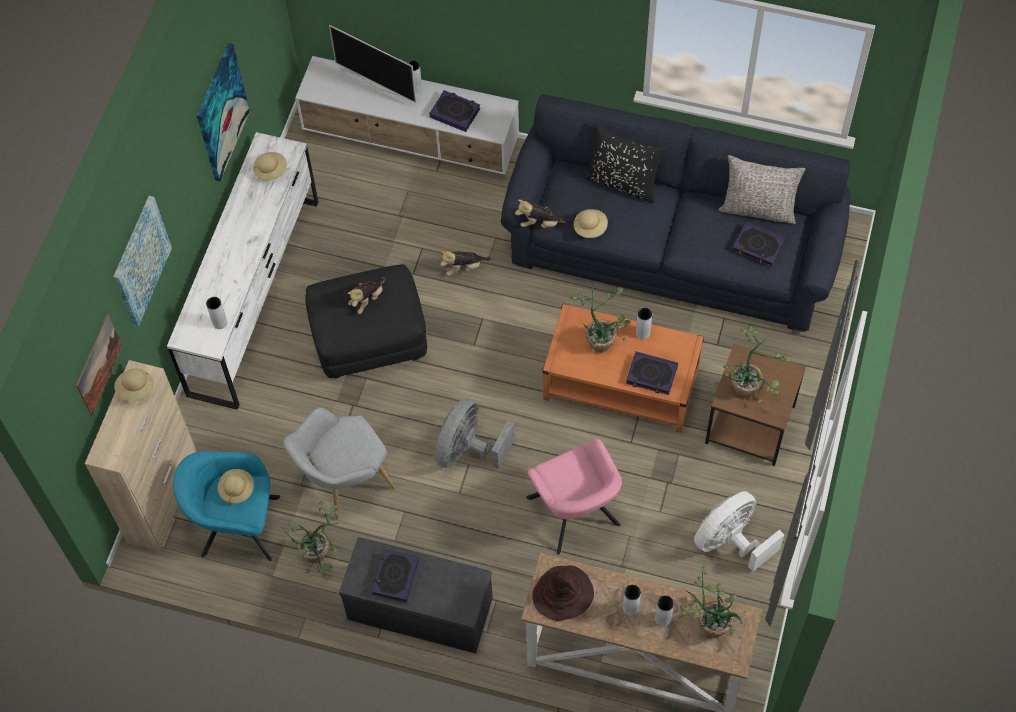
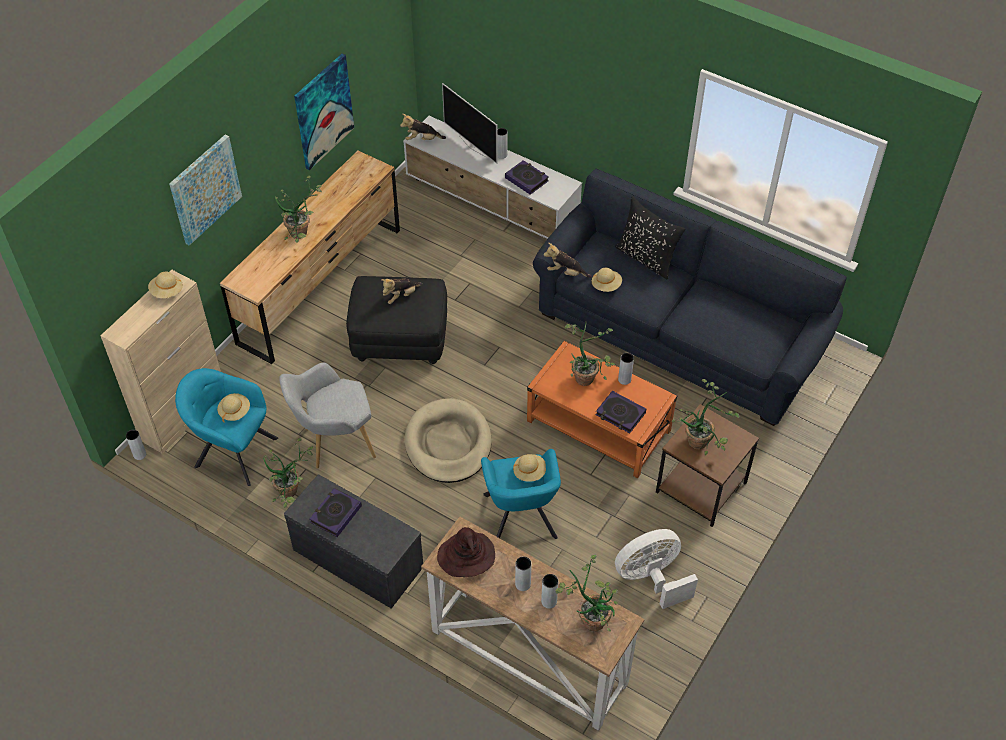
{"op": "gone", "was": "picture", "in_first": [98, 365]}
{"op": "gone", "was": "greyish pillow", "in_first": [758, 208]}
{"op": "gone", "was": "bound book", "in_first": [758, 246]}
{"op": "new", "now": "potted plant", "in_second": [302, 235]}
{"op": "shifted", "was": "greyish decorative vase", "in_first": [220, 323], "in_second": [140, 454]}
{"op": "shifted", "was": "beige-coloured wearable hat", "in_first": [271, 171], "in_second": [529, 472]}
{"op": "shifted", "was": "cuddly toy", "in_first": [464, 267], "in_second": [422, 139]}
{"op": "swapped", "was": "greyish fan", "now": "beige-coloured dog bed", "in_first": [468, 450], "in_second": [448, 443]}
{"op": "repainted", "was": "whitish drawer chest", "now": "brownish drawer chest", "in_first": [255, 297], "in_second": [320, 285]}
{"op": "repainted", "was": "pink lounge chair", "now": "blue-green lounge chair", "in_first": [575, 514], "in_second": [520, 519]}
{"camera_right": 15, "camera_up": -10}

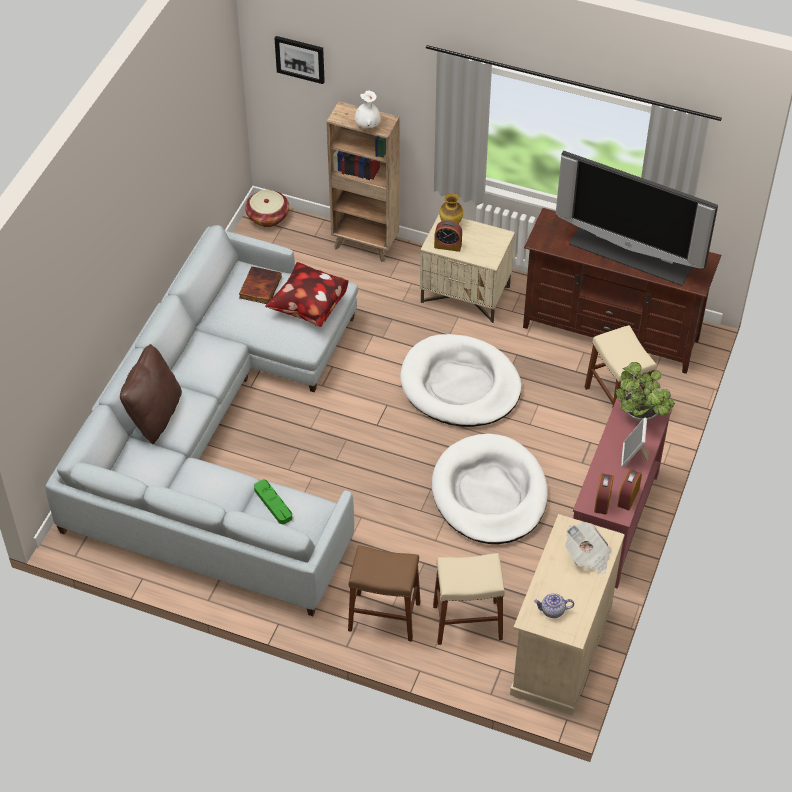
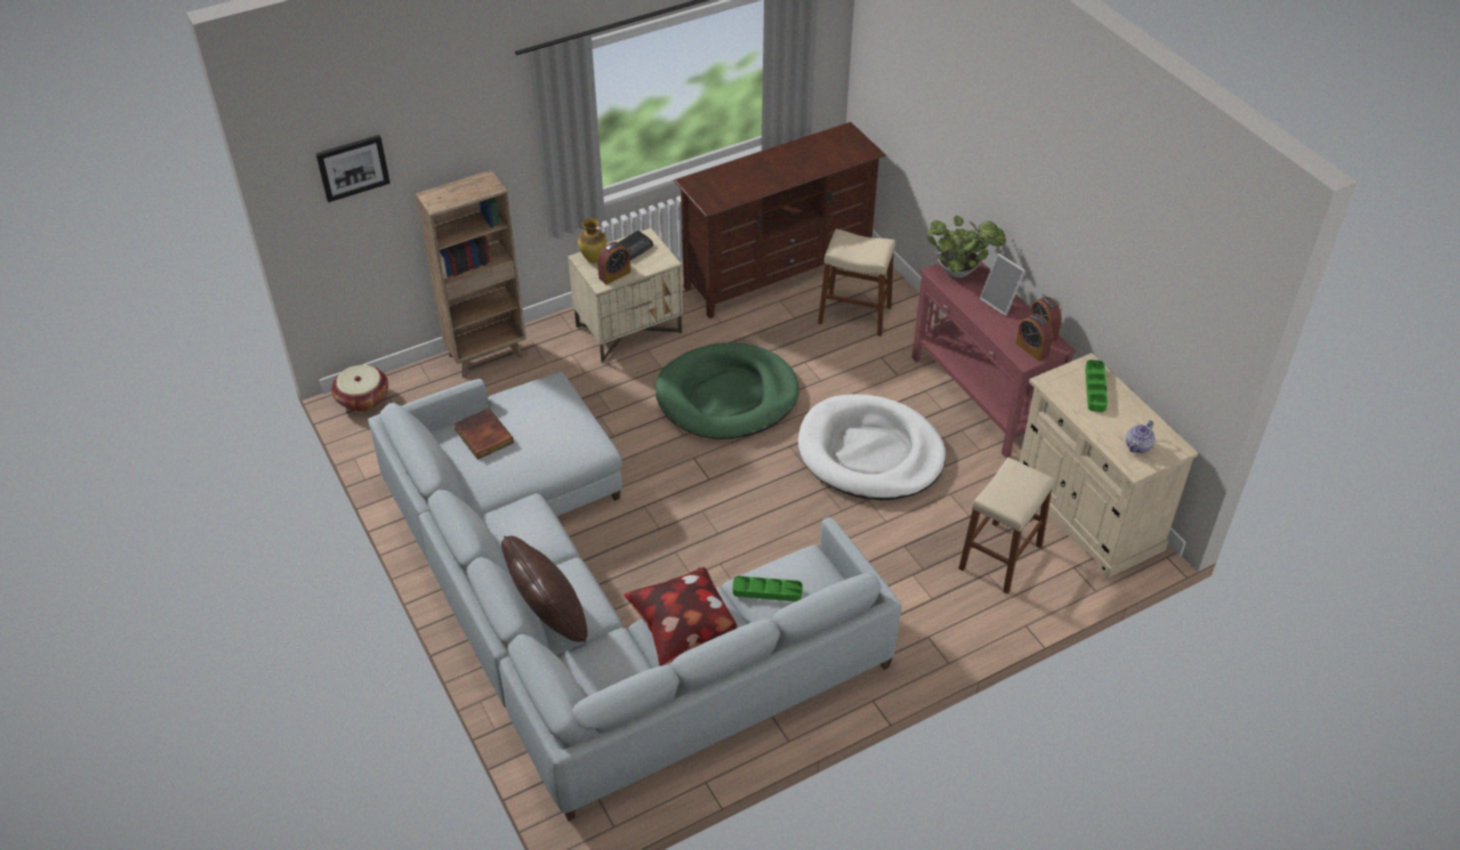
{"op": "gone", "was": "brownish stool seat", "in_first": [384, 616]}
{"op": "gone", "was": "whitish decorative vase", "in_first": [367, 126]}
{"op": "gone", "was": "TV", "in_first": [632, 252]}
{"op": "new", "now": "radio", "in_second": [634, 248]}
{"op": "shifted", "was": "pillow", "in_first": [308, 307], "in_second": [682, 633]}
{"op": "swapped", "was": "printed paper", "now": "green-coloured serving tray", "in_first": [587, 556], "in_second": [1095, 388]}
{"op": "repainted", "was": "whitish dog bed", "now": "green-coloured dog bed", "in_first": [460, 385], "in_second": [727, 396]}
{"camera_right": -50, "camera_up": -5}

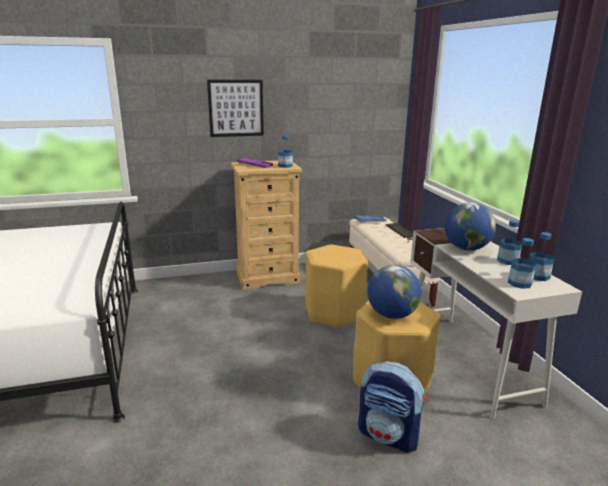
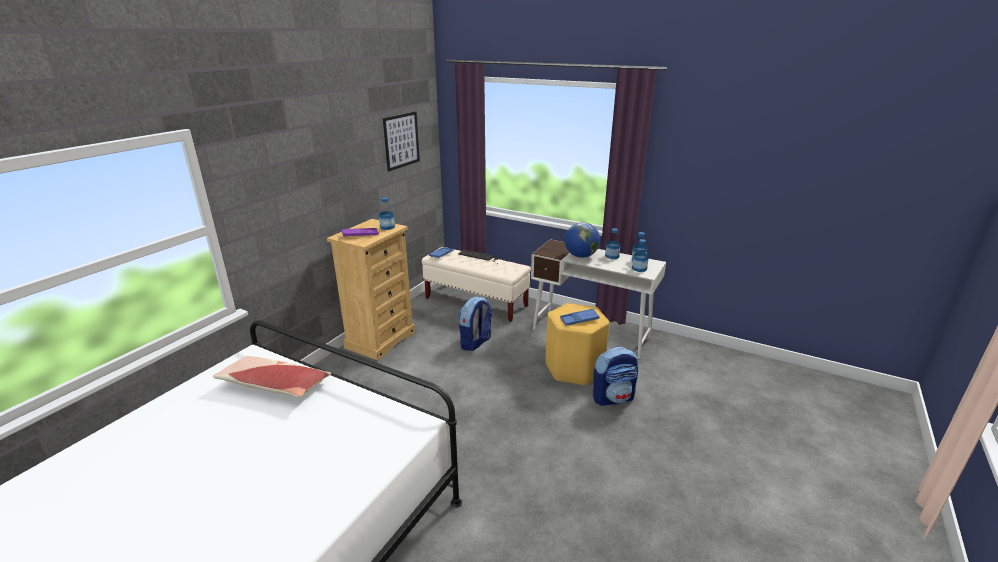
{"op": "new", "now": "pillow", "in_second": [274, 385]}
{"op": "shifted", "was": "picture", "in_first": [236, 108], "in_second": [401, 140]}
{"op": "swapped", "was": "yellow-coloured stool seat", "now": "backpack", "in_first": [333, 313], "in_second": [476, 343]}
{"op": "swapped", "was": "desk globe", "now": "blue-coloured serving tray", "in_first": [392, 315], "in_second": [579, 320]}
{"camera_right": -45, "camera_up": 5}

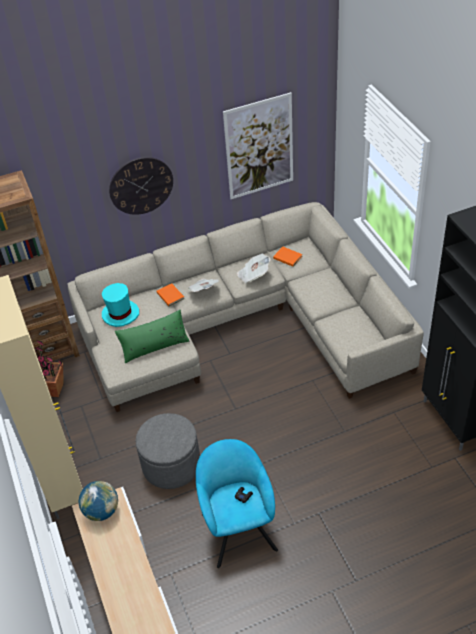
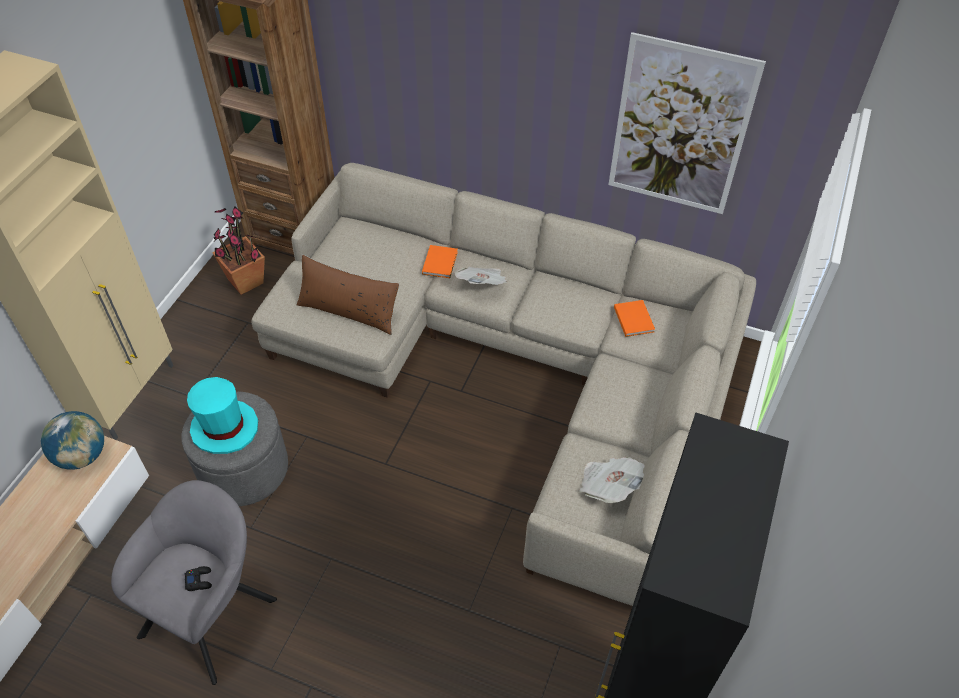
{"op": "gone", "was": "hanging clock", "in_first": [141, 185]}
{"op": "shifted", "was": "blue-green wearable hat", "in_first": [120, 314], "in_second": [224, 428]}
{"op": "shifted", "was": "printed paper", "in_first": [253, 275], "in_second": [608, 486]}
{"op": "repainted", "was": "green-coloured pillow", "now": "brownish pillow", "in_first": [154, 346], "in_second": [349, 310]}
{"op": "repainted", "was": "blue-green lounge chair", "now": "greyish lounge chair", "in_first": [238, 527], "in_second": [213, 611]}
{"camera_right": 40, "camera_up": 5}

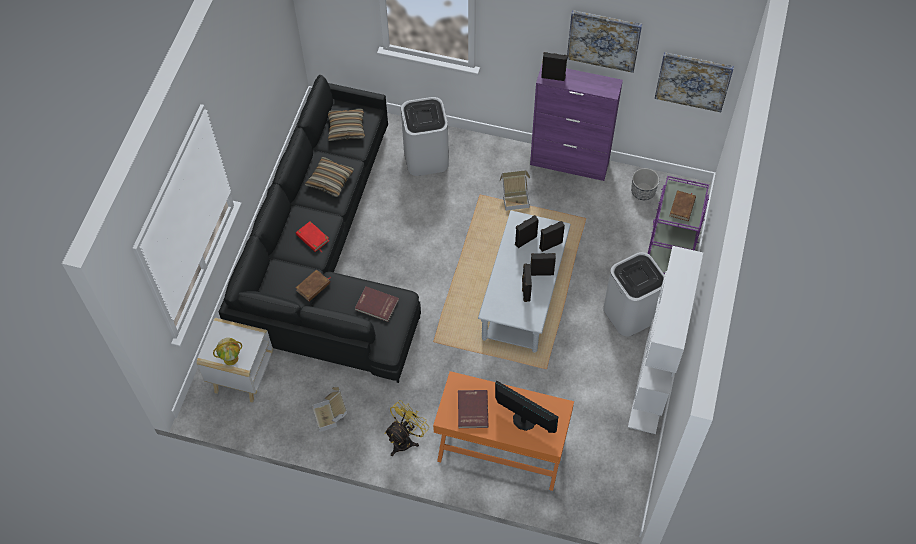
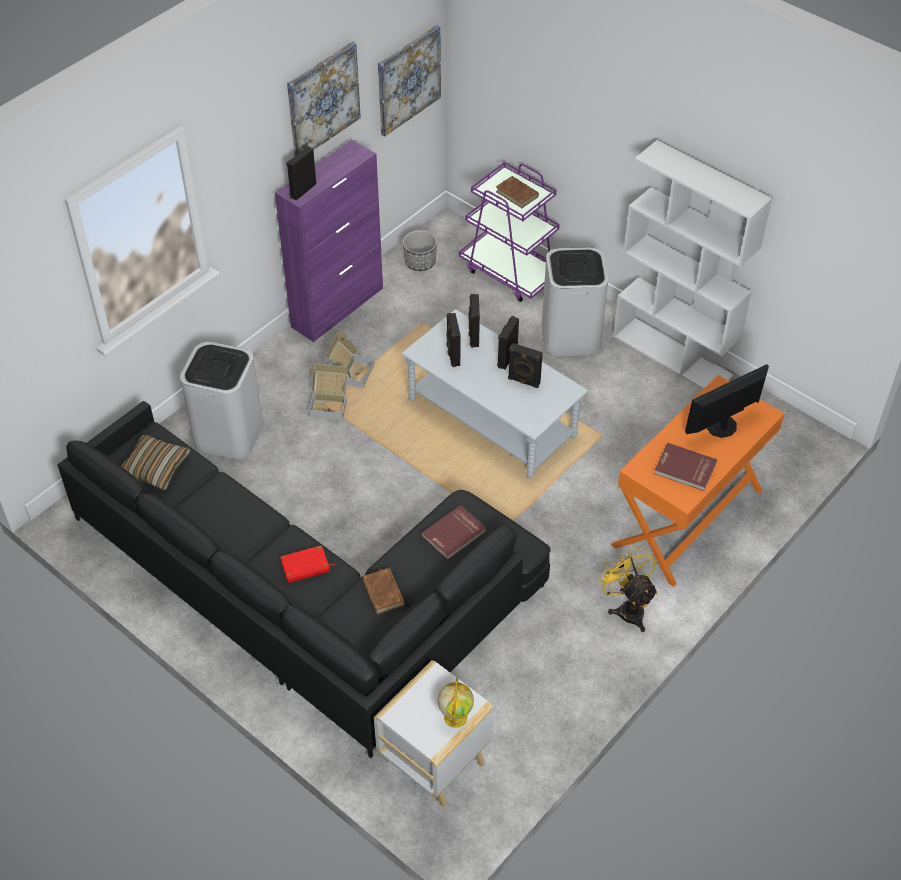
{"op": "gone", "was": "pillow", "in_first": [330, 180]}
{"op": "shifted", "was": "carton", "in_first": [331, 415], "in_second": [330, 403]}
{"camera_right": -65, "camera_up": -10}

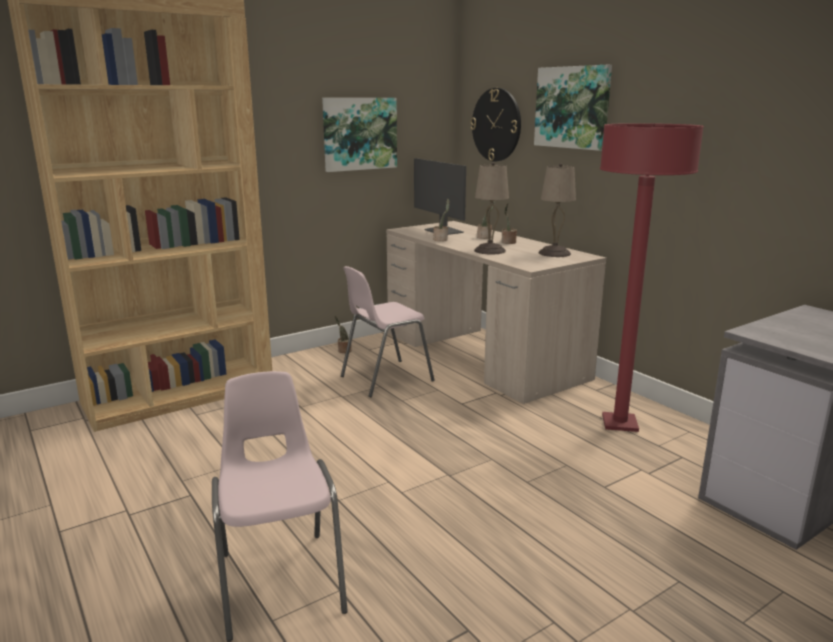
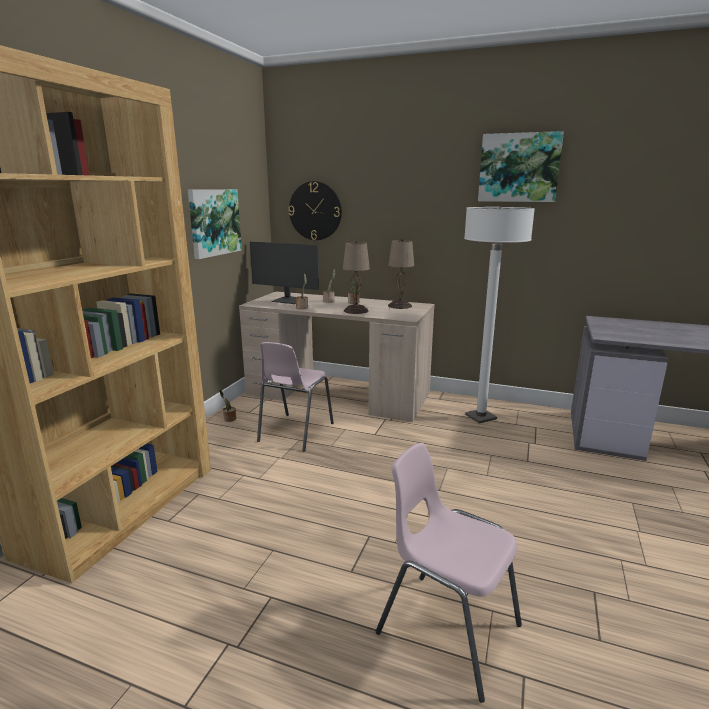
{"op": "shifted", "was": "picture", "in_first": [573, 107], "in_second": [519, 168]}
{"op": "repainted", "was": "red floor lamp", "now": "whitish floor lamp", "in_first": [619, 423], "in_second": [480, 417]}
{"camera_right": -35, "camera_up": 0}

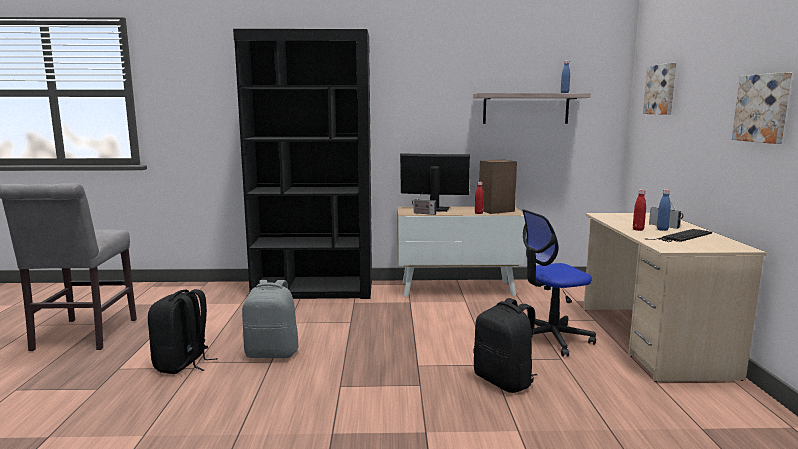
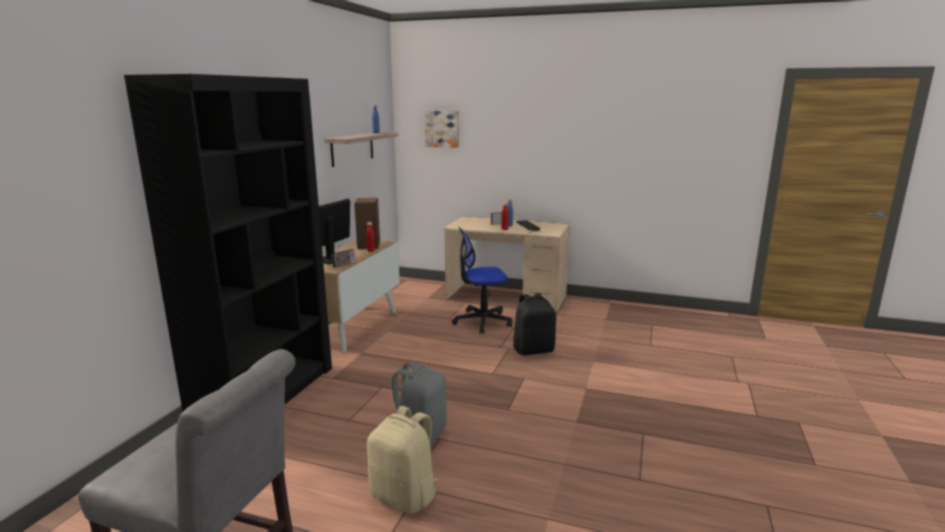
{"op": "gone", "was": "picture", "in_first": [763, 108]}
{"op": "repainted", "was": "black backpack", "now": "beige-coloured backpack", "in_first": [183, 364], "in_second": [405, 496]}
{"op": "rotated", "was": "desk chair", "in_first": [550, 338], "in_second": [482, 321], "clockwise": 75}
{"camera_right": -70, "camera_up": 5}

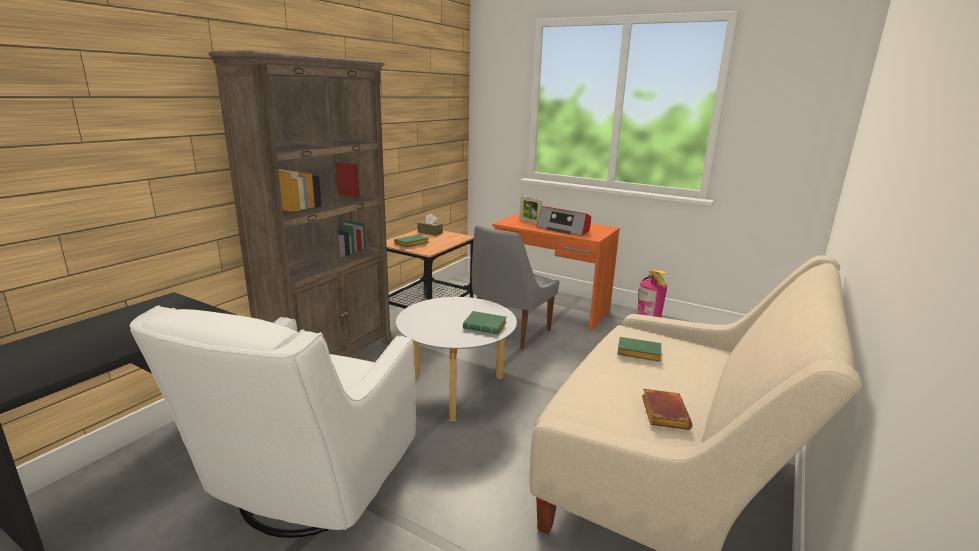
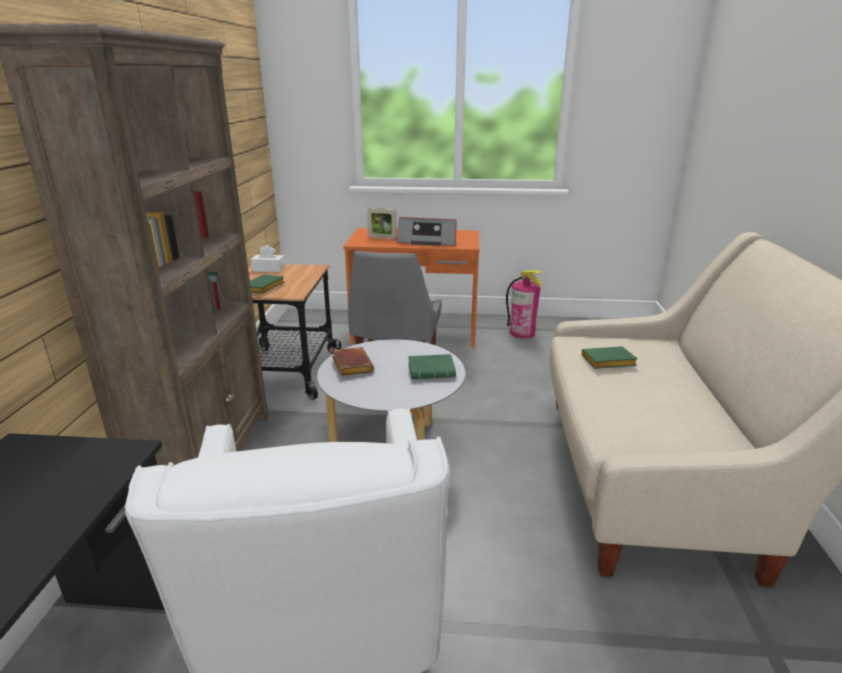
{"op": "shifted", "was": "brownish bound book", "in_first": [662, 412], "in_second": [350, 365]}
{"op": "repainted", "was": "brownish tissue box", "now": "whitish tissue box", "in_first": [430, 232], "in_second": [268, 269]}
{"camera_right": -25, "camera_up": 5}

